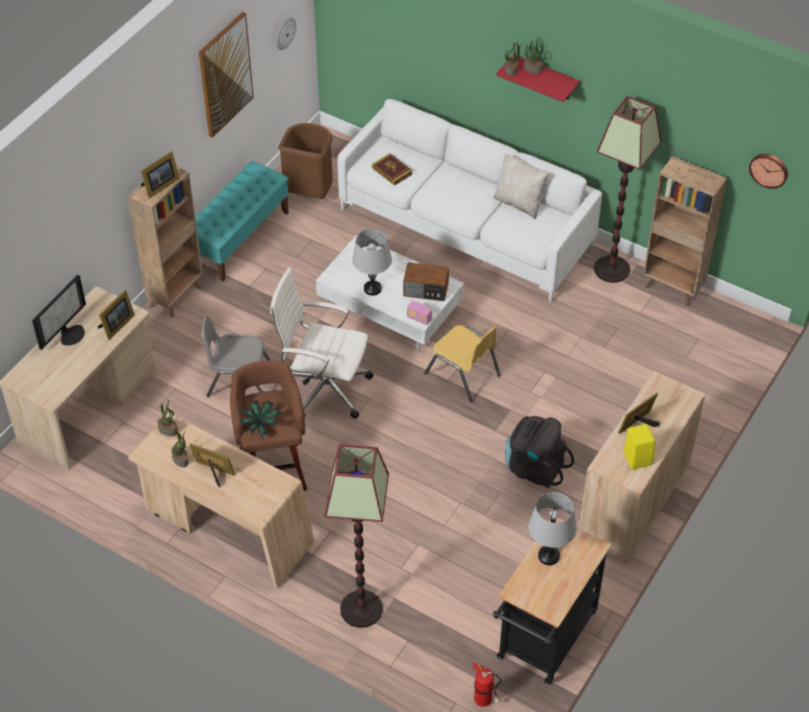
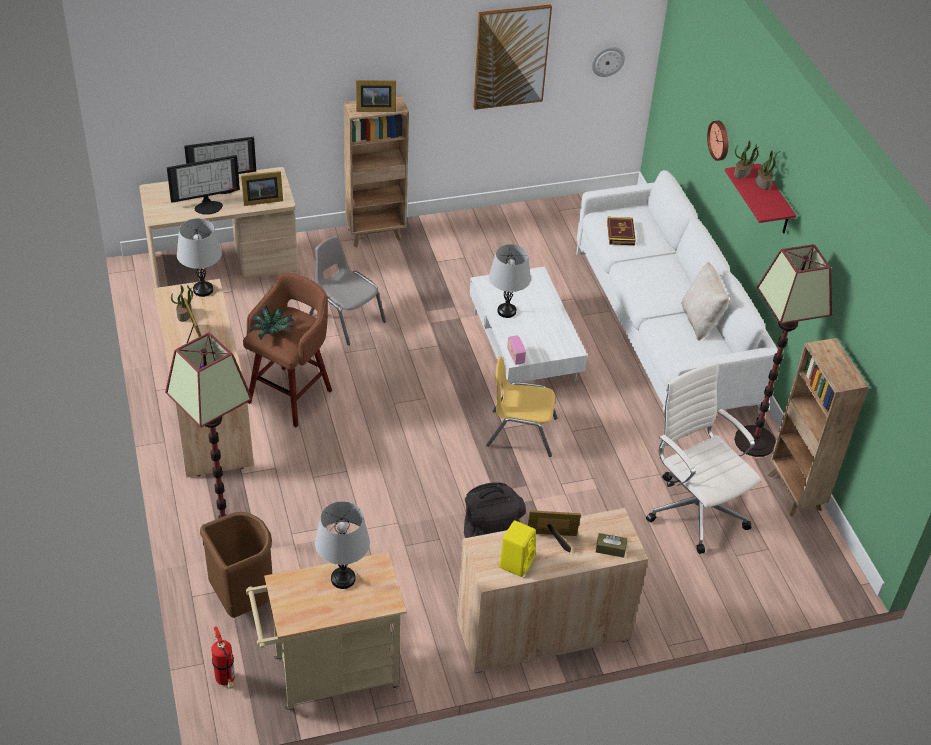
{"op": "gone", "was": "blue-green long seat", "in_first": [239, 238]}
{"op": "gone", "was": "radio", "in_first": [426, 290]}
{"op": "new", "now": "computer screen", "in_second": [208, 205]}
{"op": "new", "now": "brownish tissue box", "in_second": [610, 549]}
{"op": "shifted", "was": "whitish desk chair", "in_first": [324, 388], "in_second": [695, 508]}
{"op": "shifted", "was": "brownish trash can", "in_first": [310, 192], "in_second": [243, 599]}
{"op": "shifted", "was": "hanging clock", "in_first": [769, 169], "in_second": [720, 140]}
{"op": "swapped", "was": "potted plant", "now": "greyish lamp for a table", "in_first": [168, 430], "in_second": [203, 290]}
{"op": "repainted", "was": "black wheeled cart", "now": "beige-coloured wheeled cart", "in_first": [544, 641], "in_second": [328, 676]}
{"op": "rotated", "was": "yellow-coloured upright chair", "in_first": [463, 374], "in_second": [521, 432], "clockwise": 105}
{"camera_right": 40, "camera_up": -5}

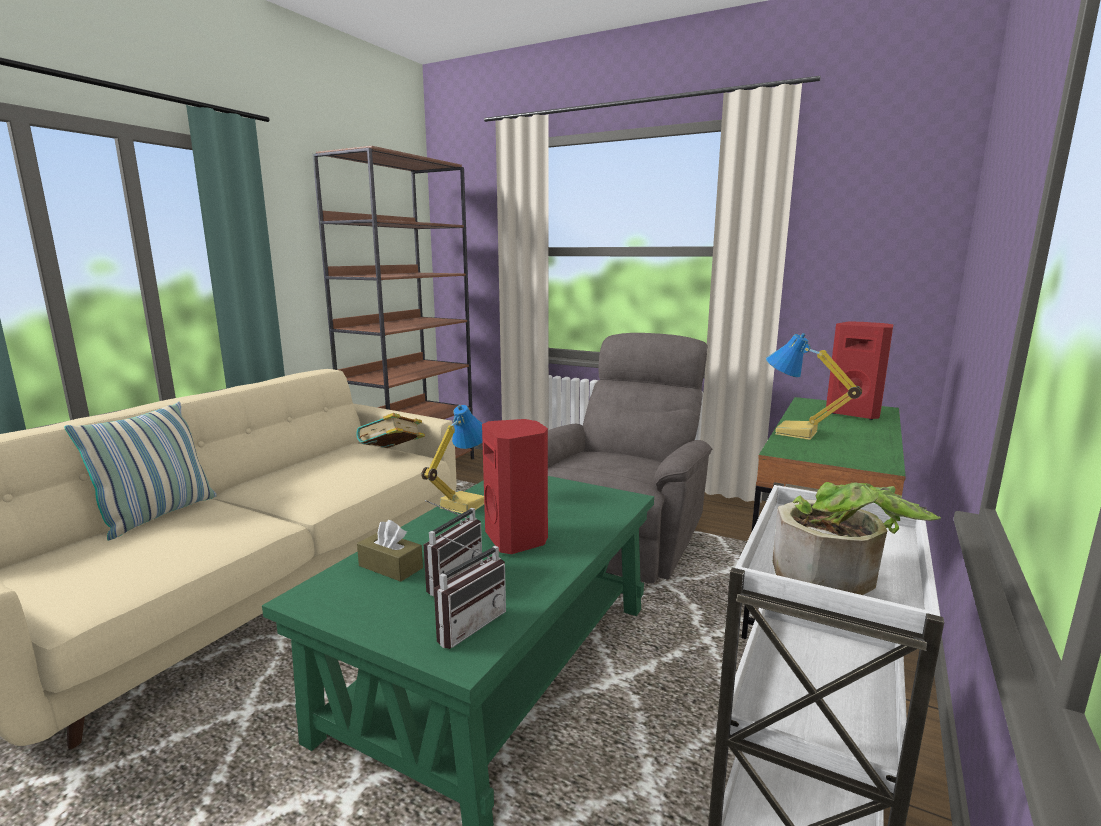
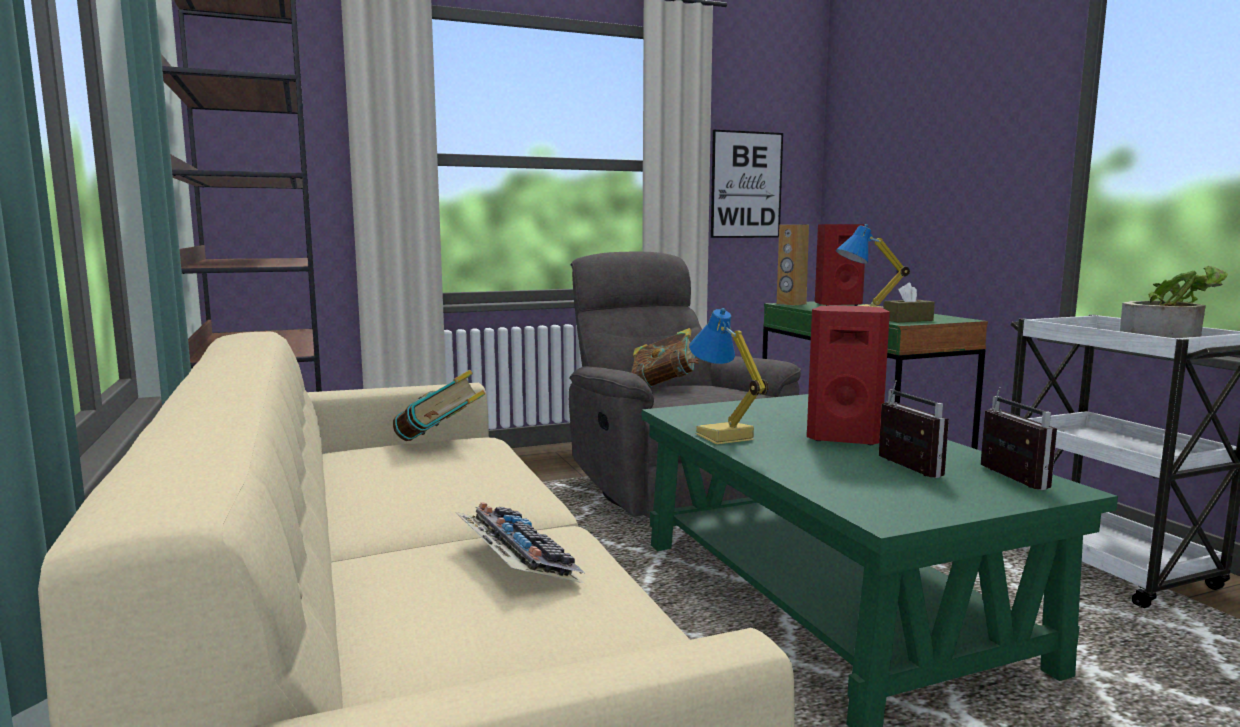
{"op": "gone", "was": "pillow", "in_first": [158, 515]}
{"op": "new", "now": "keyboard", "in_second": [514, 559]}
{"op": "new", "now": "bound book", "in_second": [665, 387]}
{"op": "new", "now": "picture", "in_second": [746, 185]}
{"op": "new", "now": "brownish audio speaker", "in_second": [791, 304]}
{"op": "shifted", "was": "brownish tissue box", "in_first": [390, 567], "in_second": [907, 320]}
{"camera_right": -50, "camera_up": -5}

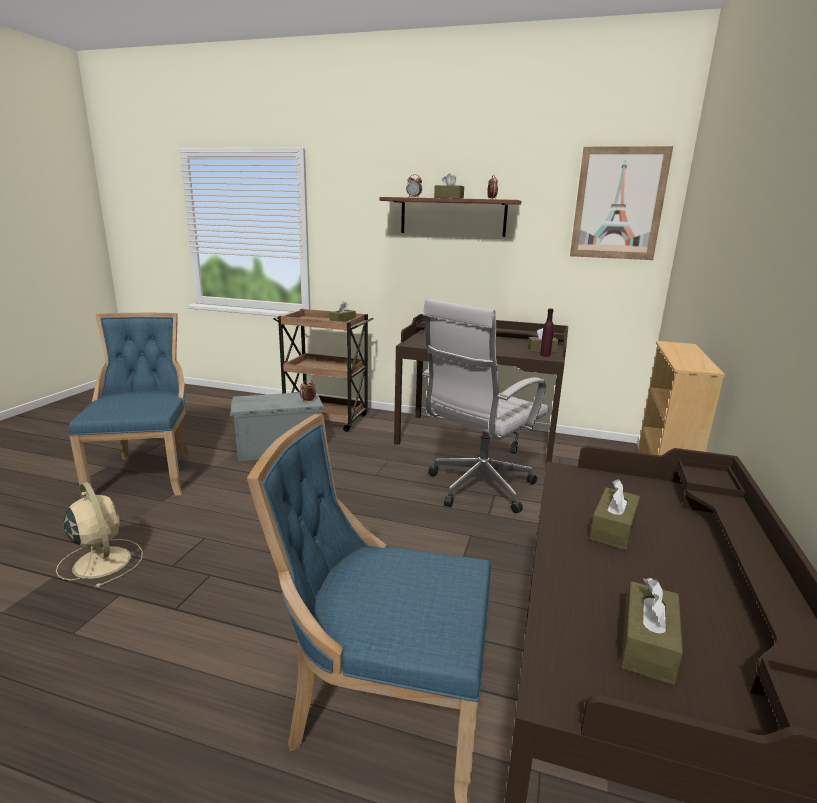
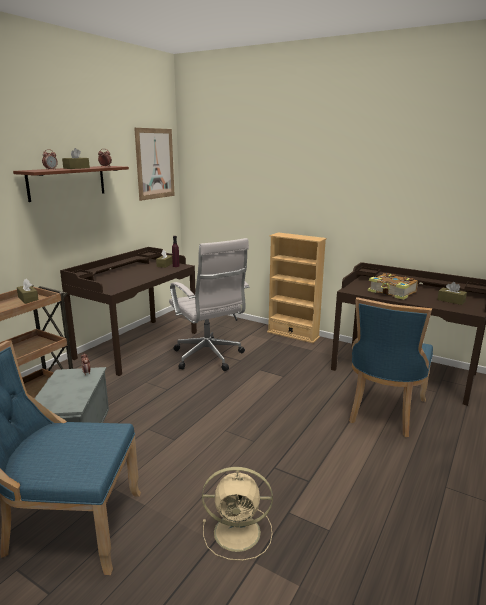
{"op": "swapped", "was": "brownish tissue box", "now": "bound book", "in_first": [613, 529], "in_second": [392, 292]}
{"op": "rotated", "was": "beige-coloured fan", "in_first": [101, 561], "in_second": [239, 532], "clockwise": -150}
{"camera_right": -75, "camera_up": 0}

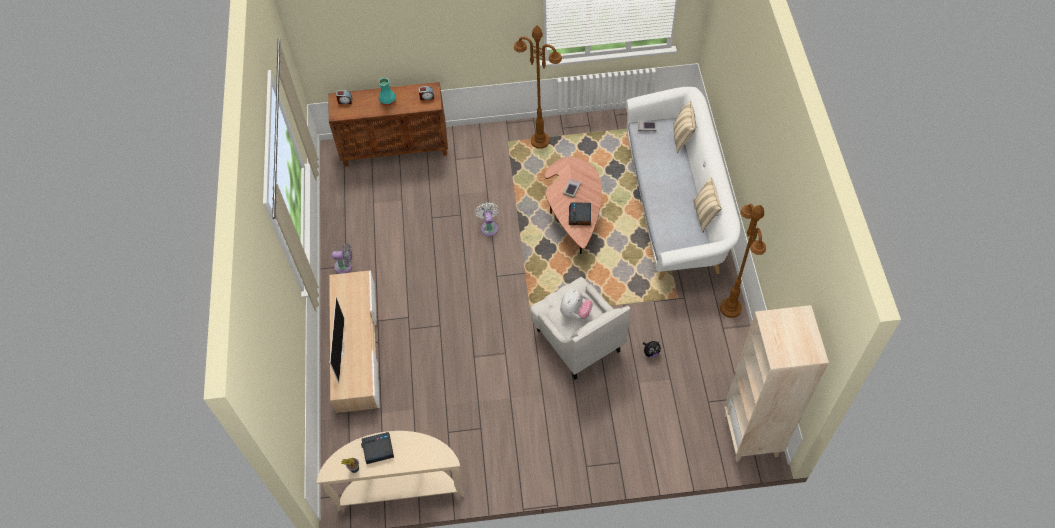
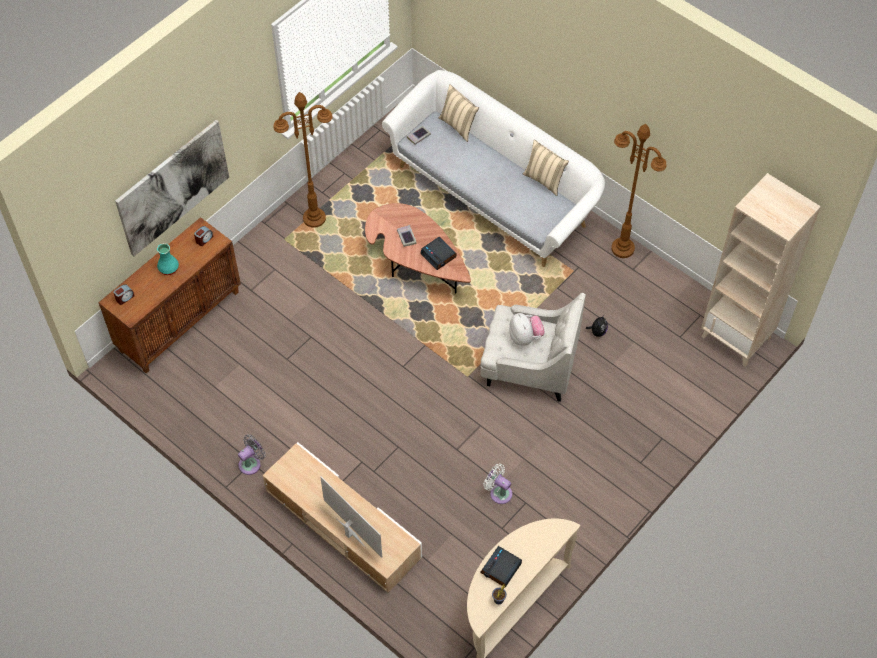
{"op": "new", "now": "picture", "in_second": [173, 187]}
{"op": "shifted", "was": "whitish fan", "in_first": [489, 227], "in_second": [499, 492]}
{"camera_right": -45, "camera_up": 0}

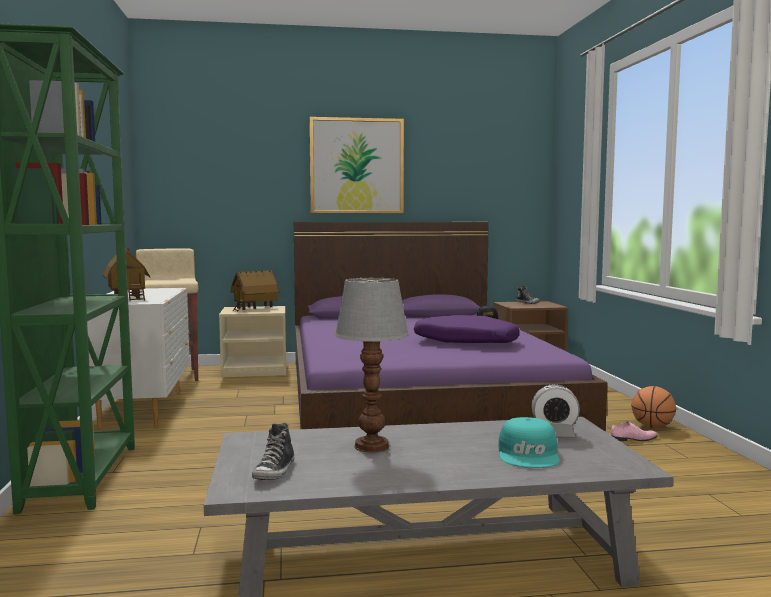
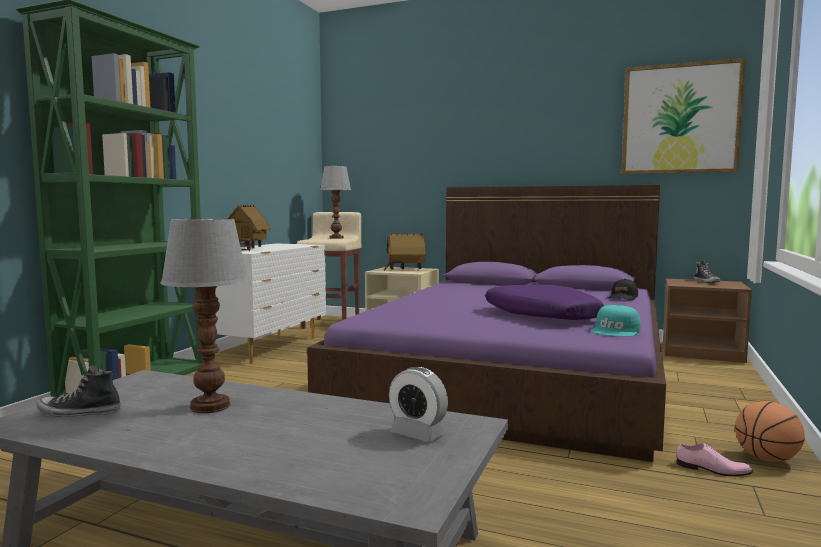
{"op": "new", "now": "lamp for a table", "in_second": [336, 238]}
{"op": "shifted", "was": "picture", "in_first": [356, 166], "in_second": [680, 119]}
{"op": "shifted", "was": "blue-green baseball cap", "in_first": [529, 454], "in_second": [616, 331]}
{"op": "rotated", "was": "shoe", "in_first": [275, 472], "in_second": [79, 413], "clockwise": 45}
{"camera_right": 30, "camera_up": 0}

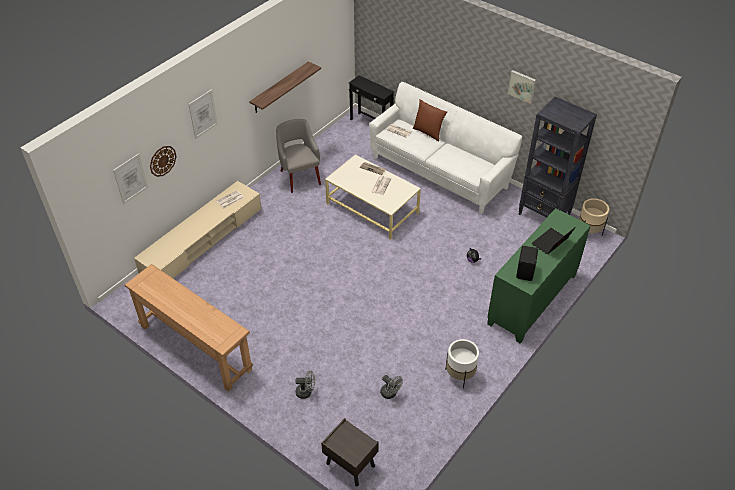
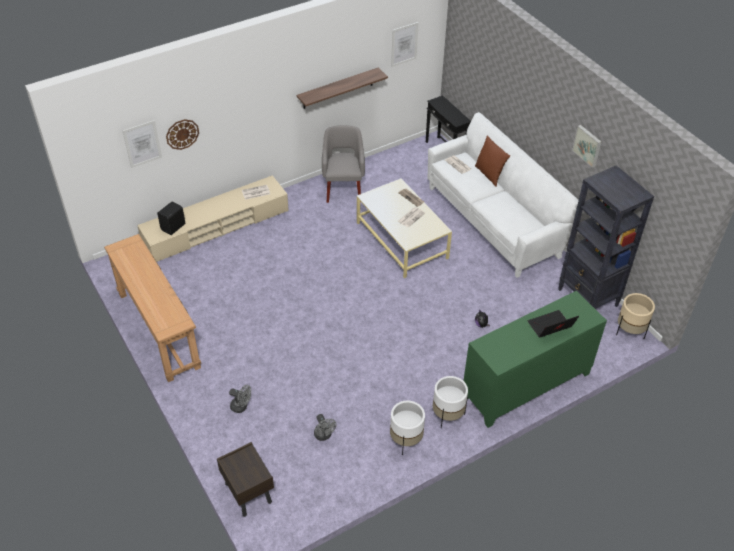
{"op": "new", "now": "whitish planter", "in_second": [447, 415]}
{"op": "shifted", "was": "picture", "in_first": [203, 114], "in_second": [404, 44]}
{"op": "shifted", "was": "black audio speaker", "in_first": [526, 271], "in_second": [174, 227]}
{"camera_right": 20, "camera_up": 0}

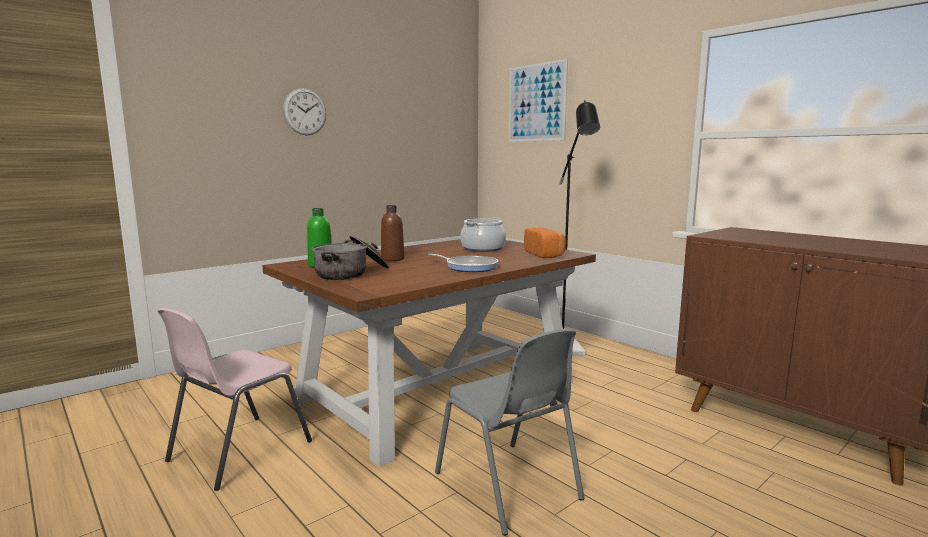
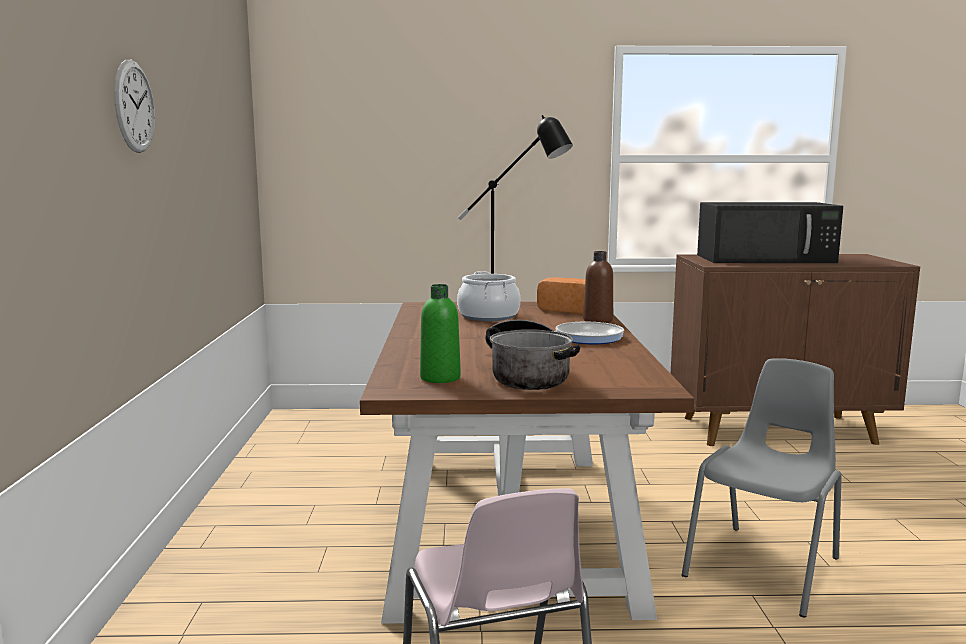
{"op": "gone", "was": "picture", "in_first": [537, 102]}
{"op": "new", "now": "black kitchen microwave", "in_second": [766, 259]}
{"op": "shifted", "was": "brownish beverage bottle", "in_first": [392, 259], "in_second": [598, 320]}
{"op": "rotated", "was": "greyish upright chair", "in_first": [508, 486], "in_second": [765, 567], "clockwise": -60}
{"camera_right": -50, "camera_up": 0}

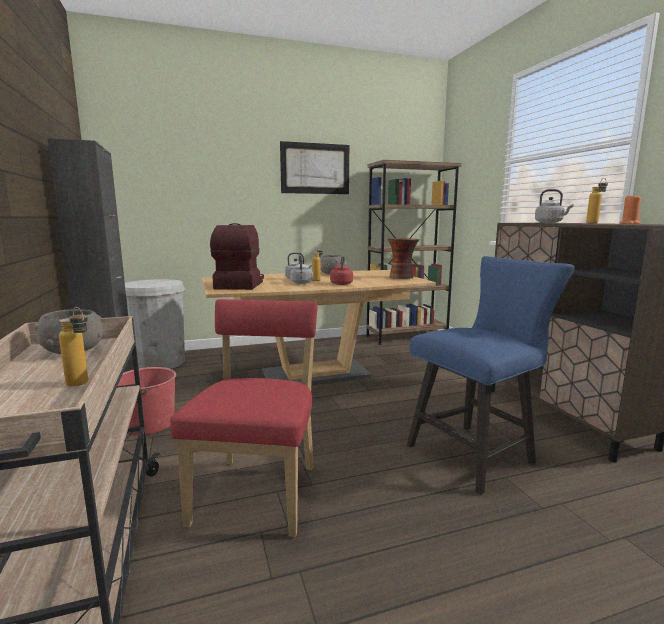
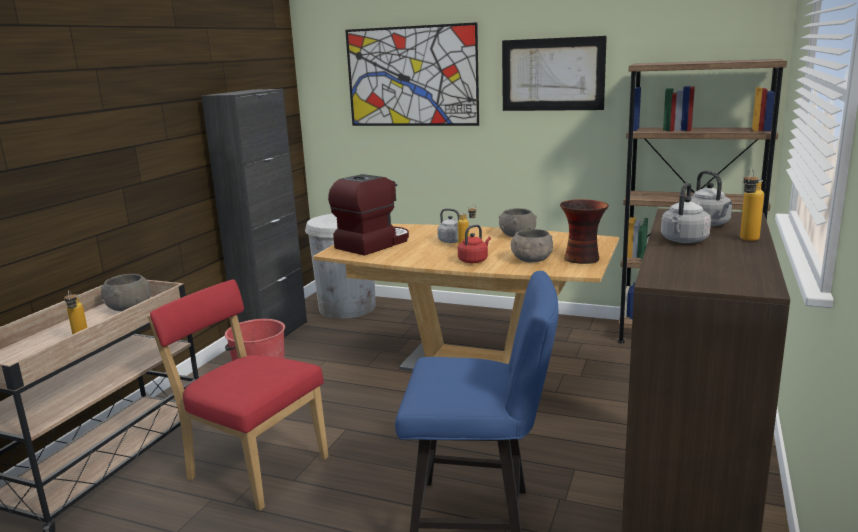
{"op": "gone", "was": "orange-coloured wax light", "in_first": [629, 223]}
{"op": "new", "now": "picture", "in_second": [411, 76]}
{"op": "new", "now": "greyish serving bowl", "in_second": [531, 260]}
{"op": "shifted", "was": "greyish kettle", "in_first": [301, 283], "in_second": [683, 241]}
{"op": "rotated", "was": "red upright chair", "in_first": [259, 490], "in_second": [253, 467], "clockwise": -105}
{"camera_right": 40, "camera_up": 5}

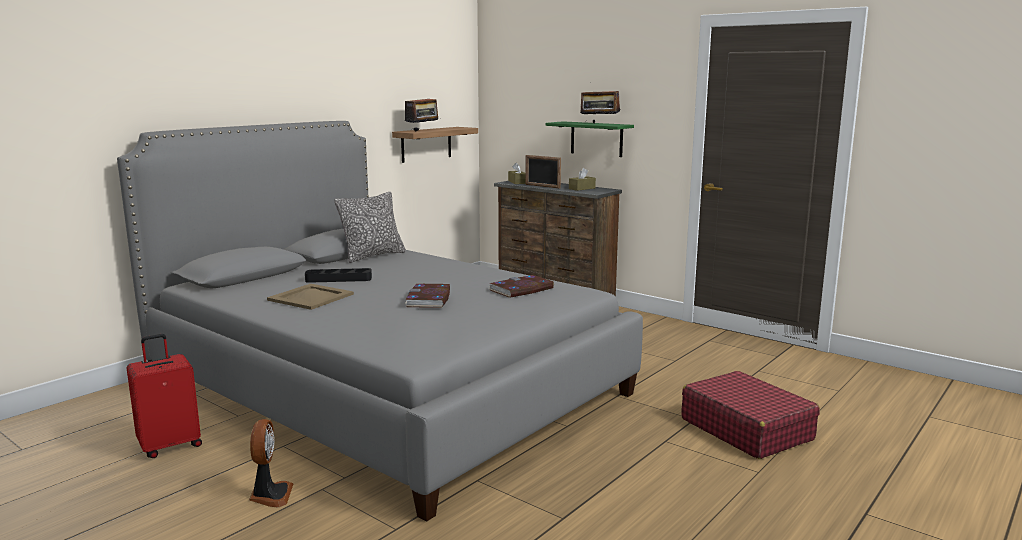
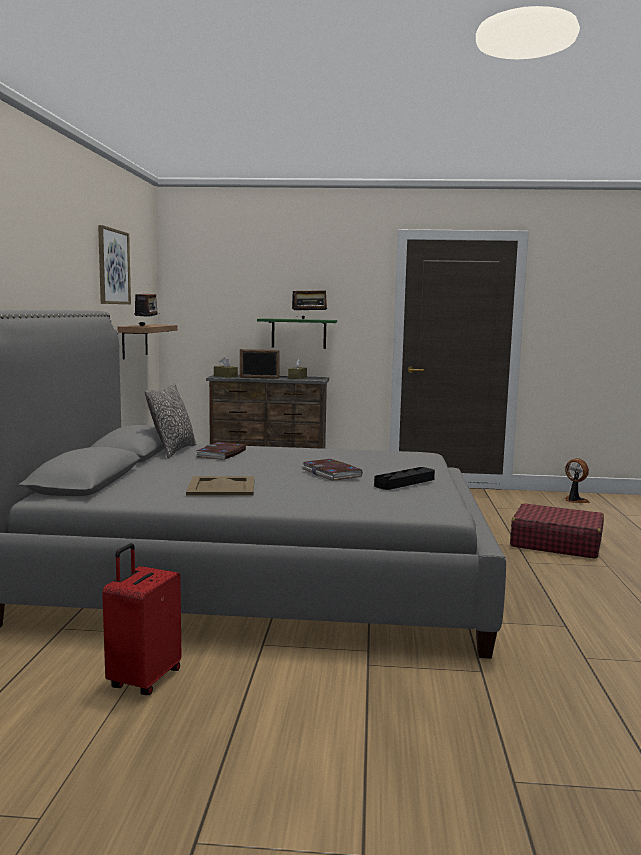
{"op": "new", "now": "picture", "in_second": [113, 267]}
{"op": "shifted", "was": "fan", "in_first": [270, 495], "in_second": [574, 501]}
{"op": "shifted", "was": "black serving tray", "in_first": [338, 279], "in_second": [404, 482]}
{"op": "shifted", "was": "bound book", "in_first": [521, 289], "in_second": [221, 454]}
{"camera_right": -35, "camera_up": -5}

